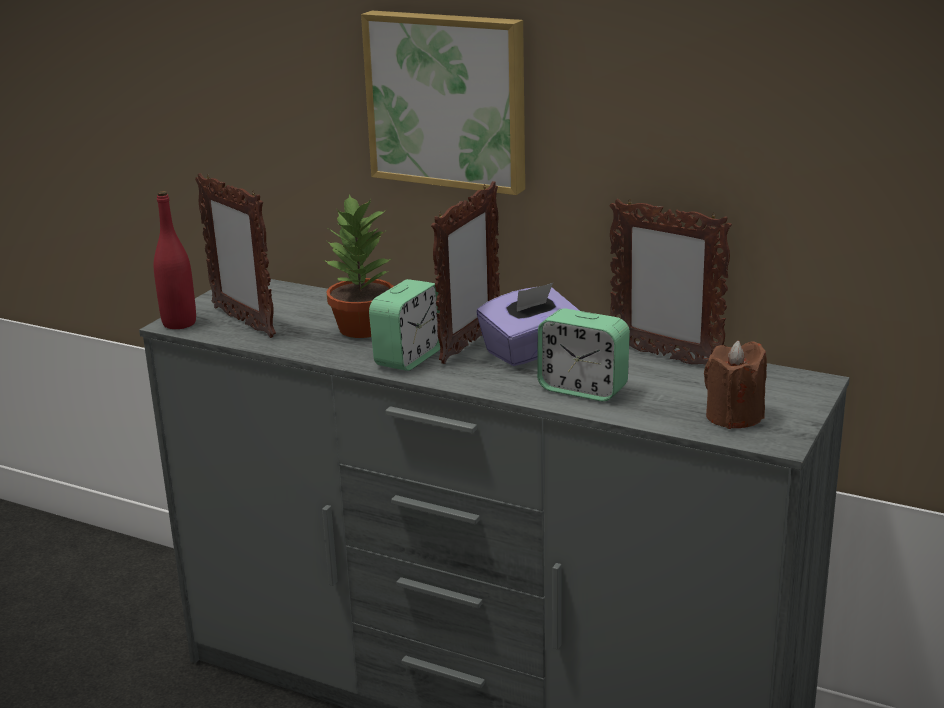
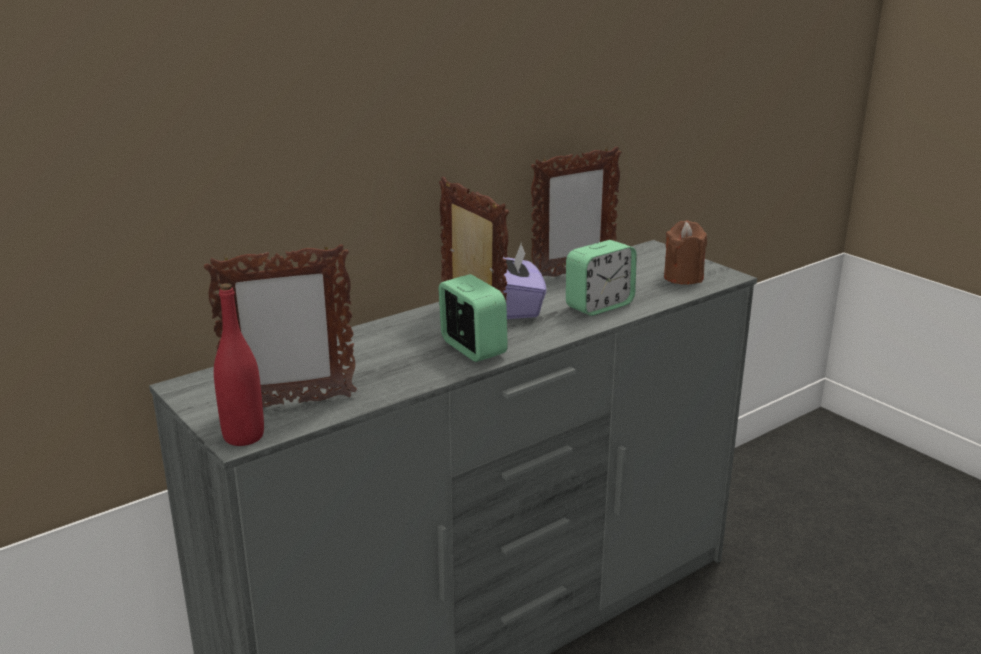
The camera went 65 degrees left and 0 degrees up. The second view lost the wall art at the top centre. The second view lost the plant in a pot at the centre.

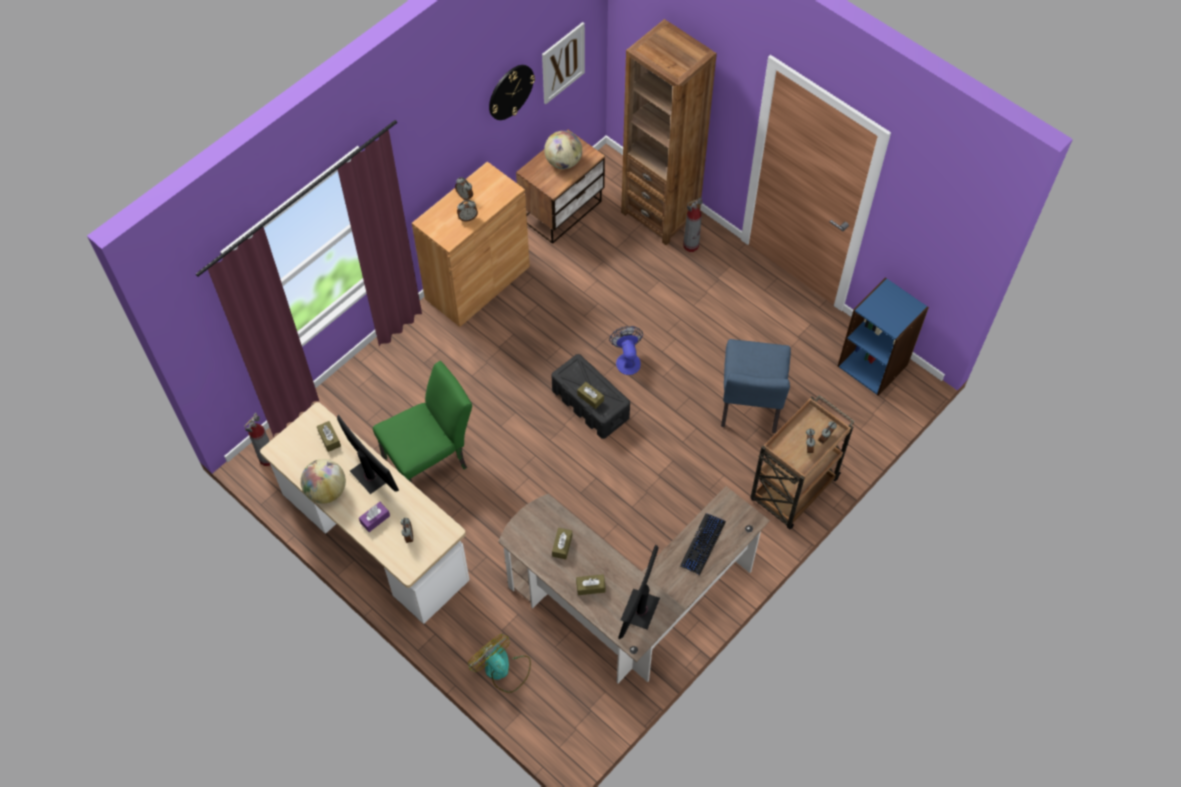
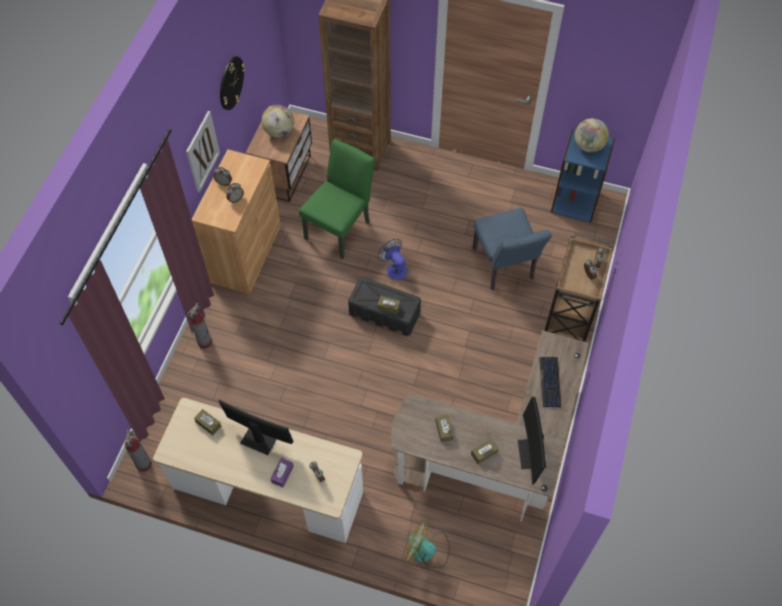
The camera went 25 degrees left and 0 degrees up. The wall art ended up elsewhere, having gone from the top centre to the top left. The extinguisher (no. 2 from left) ended up elsewhere, having gone from the top centre to the middle left. The upright chair in greenish ended up elsewhere, having gone from the centre to the top centre. The globe (no. 1 from left in the first image) ended up elsewhere, having gone from the middle left to the top right.

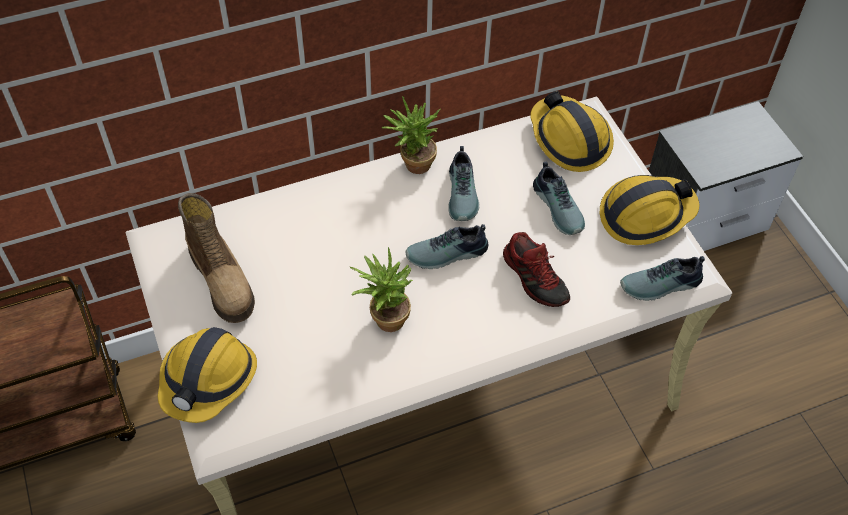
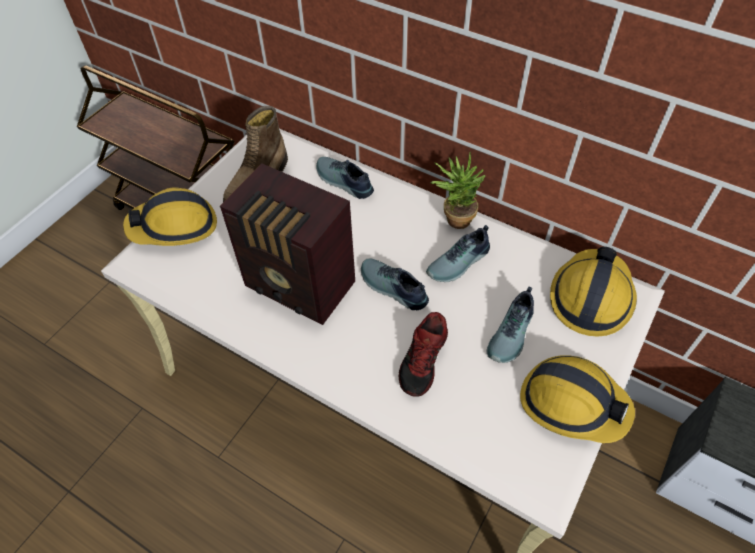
The camera went 55 degrees right and 0 degrees up. Where the plant in a pot (no. 1 from left) stood at the centre, the radio set came to stand at the centre. The item of footwear (no. 5 from left in the first image) ended up elsewhere, having gone from the middle right to the top centre.

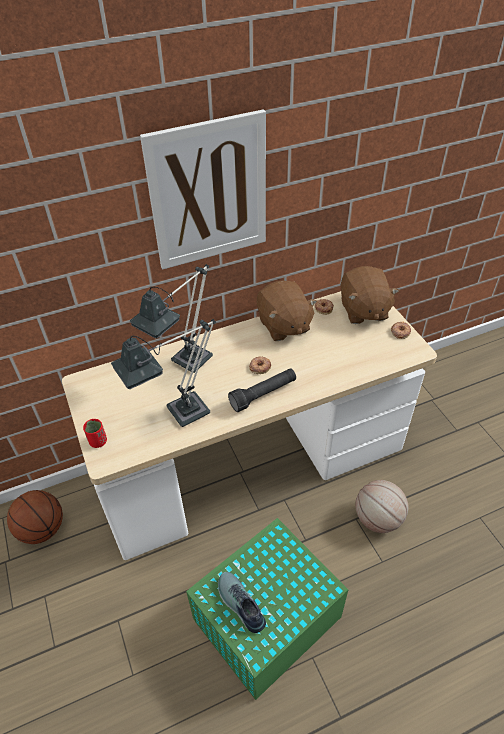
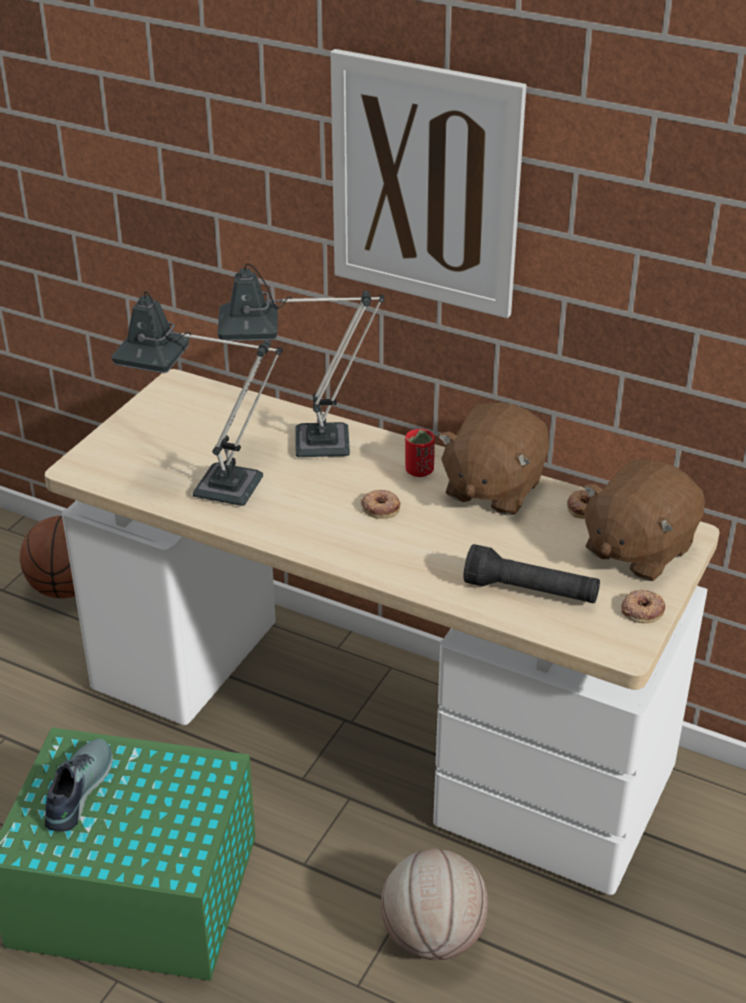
The camera went 50 degrees right and 10 degrees down. The torch in black-coloured ended up elsewhere, having gone from the centre to the middle right. The cup in red ended up elsewhere, having gone from the middle left to the centre.

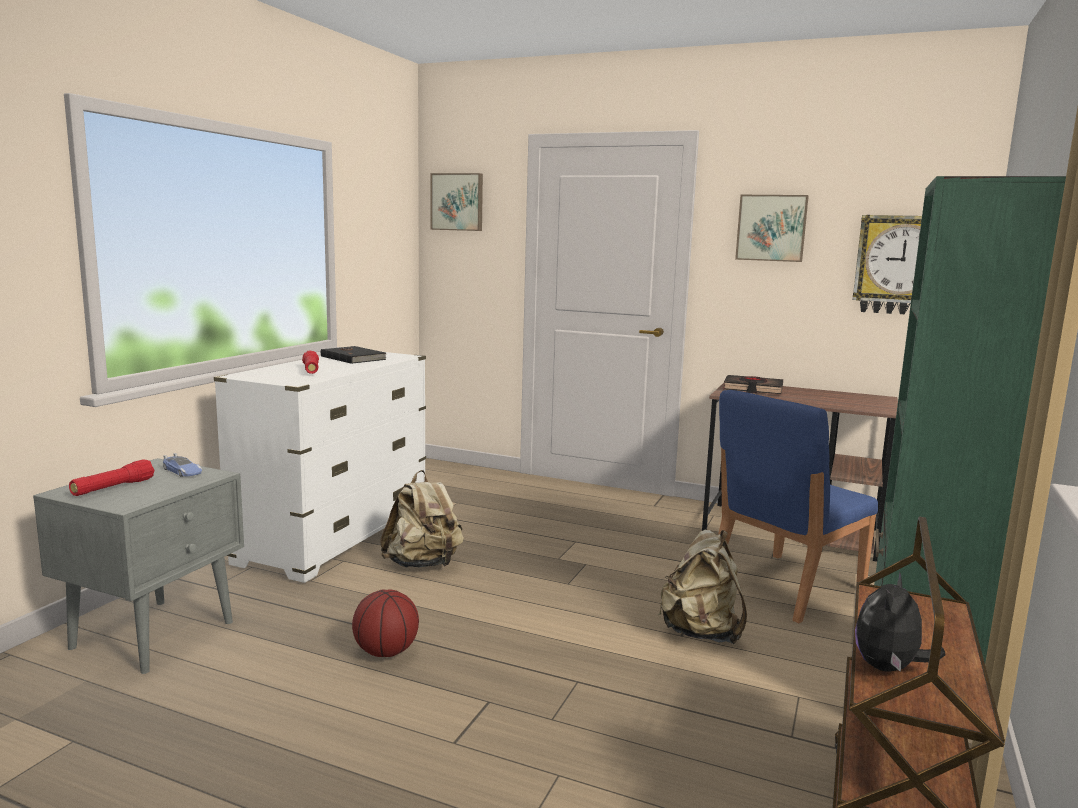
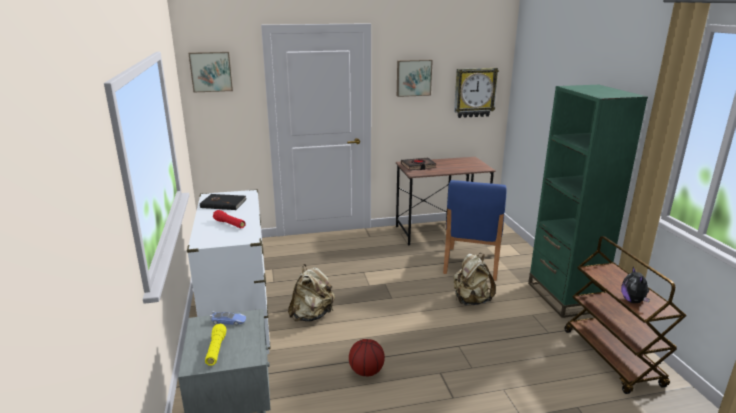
The camera went 35 degrees left and 10 degrees up. What was the torch in red (no. 1 from left) at the middle left turned into the torch in yellowish at the bottom left.

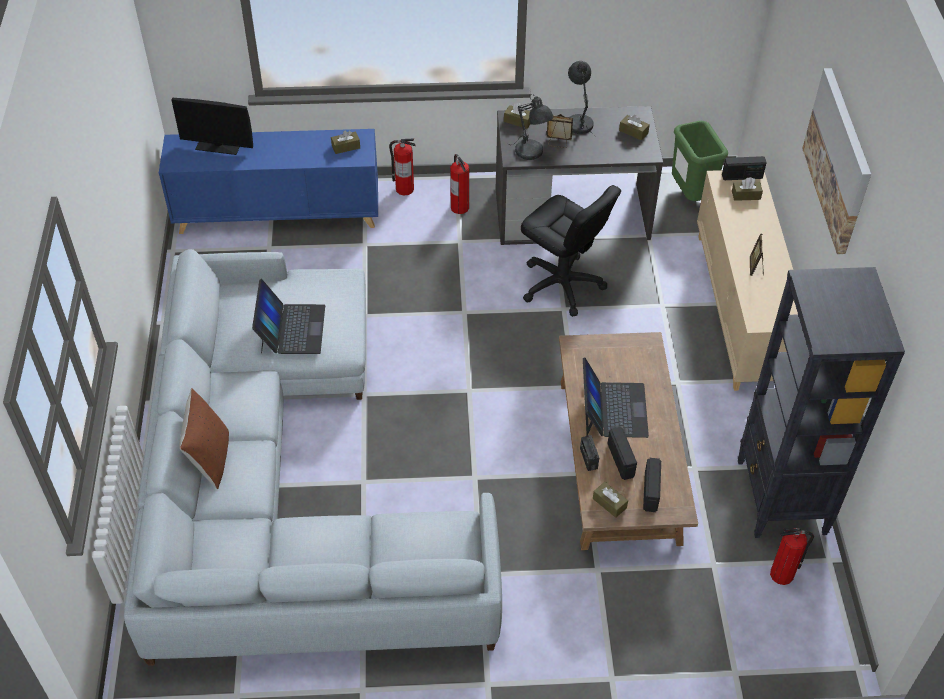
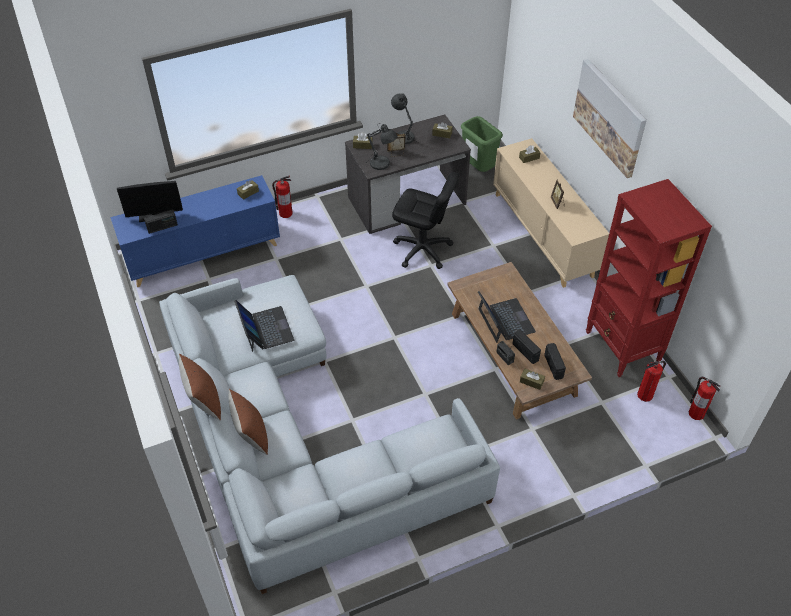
The camera went 20 degrees left and 0 degrees up. The extinguisher (no. 2 from left in the first image) ended up elsewhere, having gone from the top centre to the middle right. The radio set (no. 4 from left in the first image) ended up elsewhere, having gone from the top right to the middle left. What was the bookshelf in black-coloured at the middle right turned into the bookshelf in red at the middle right. The second view gained the throw pillow in brownish (no. 1 from left) at the middle left.

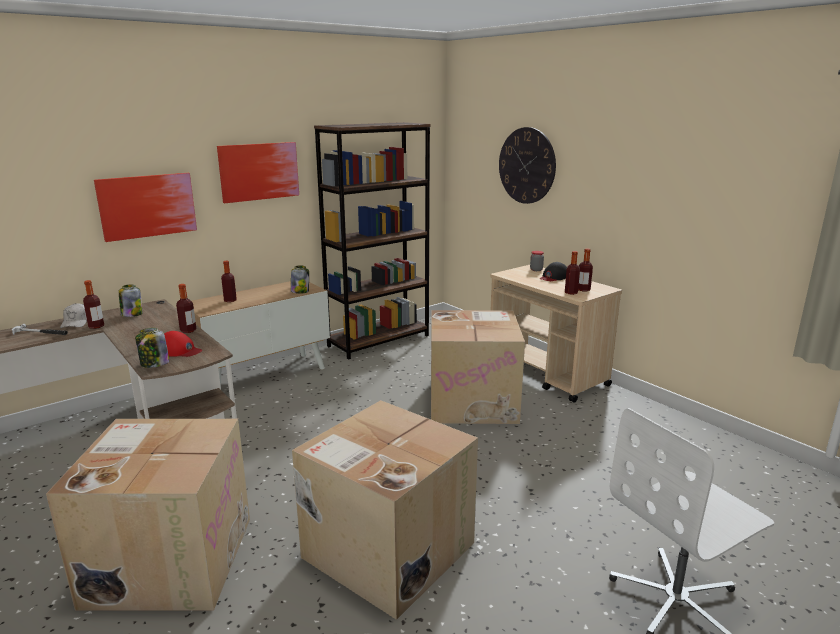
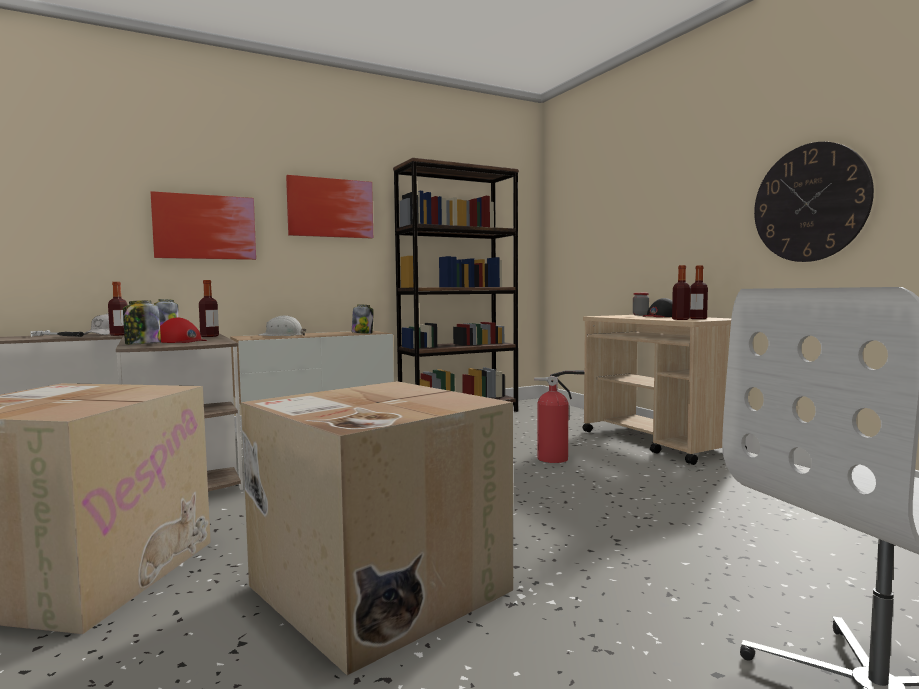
The camera went 10 degrees right and 15 degrees down. The wall clock ended up elsewhere, having gone from the top centre to the top right. Where the bottle (no. 3 from left) stood at the middle left, the hard hat in whitish came to stand at the middle left. Where the packing box (no. 3 from left) stood at the centre, the extinguisher came to stand at the centre.

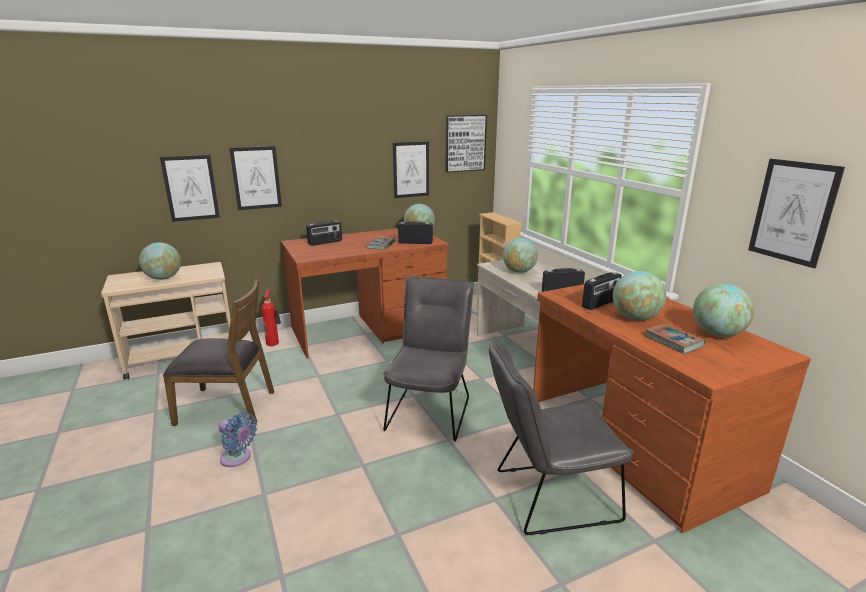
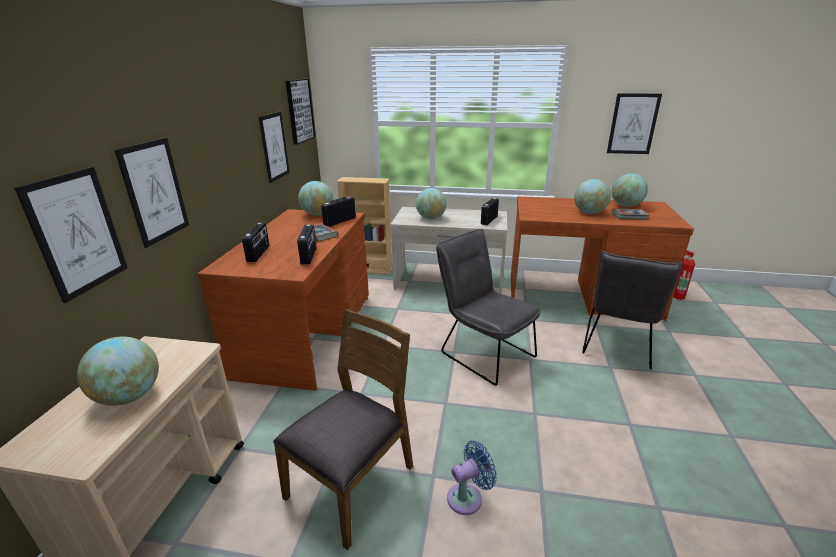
The camera went 55 degrees left and 5 degrees up. The radio set (no. 4 from left in the first image) ended up elsewhere, having gone from the middle right to the centre. The extinguisher ended up elsewhere, having gone from the middle left to the middle right.

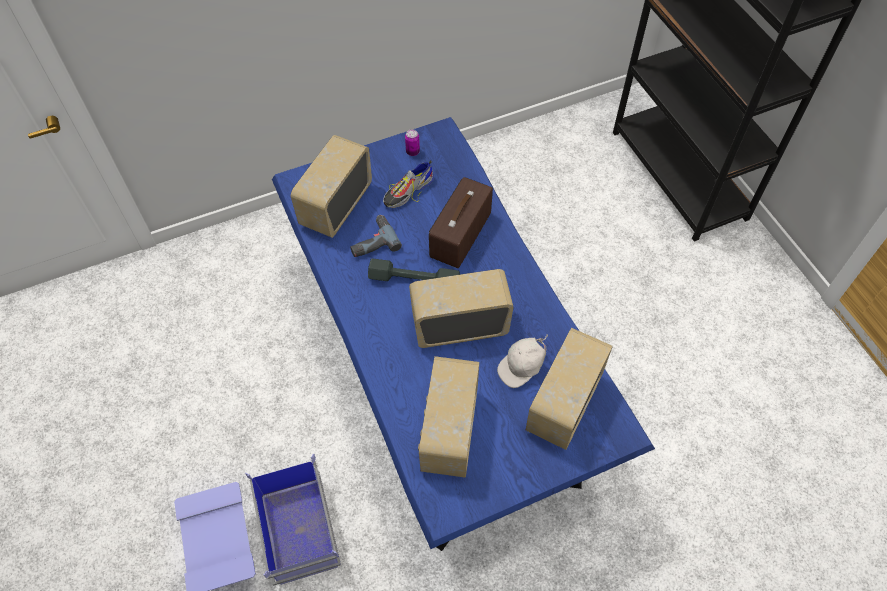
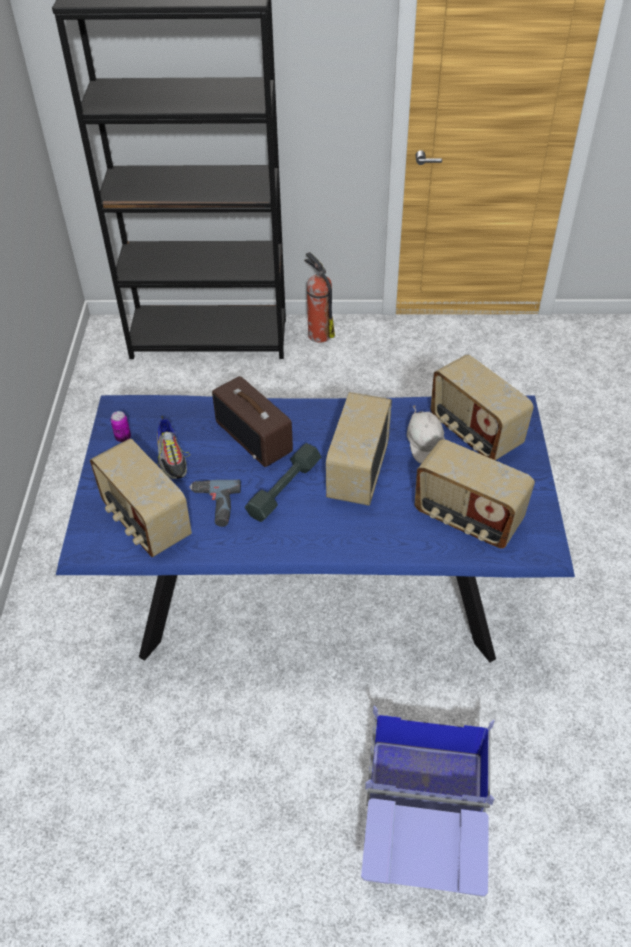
The camera went 65 degrees left and 10 degrees down. The second view gained the extinguisher at the top centre.

